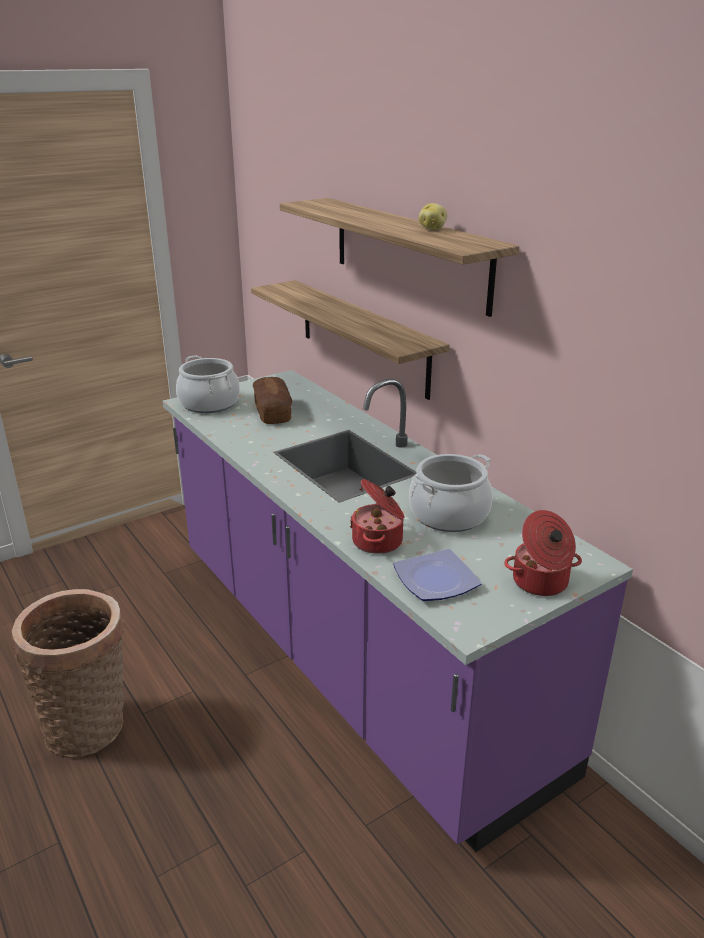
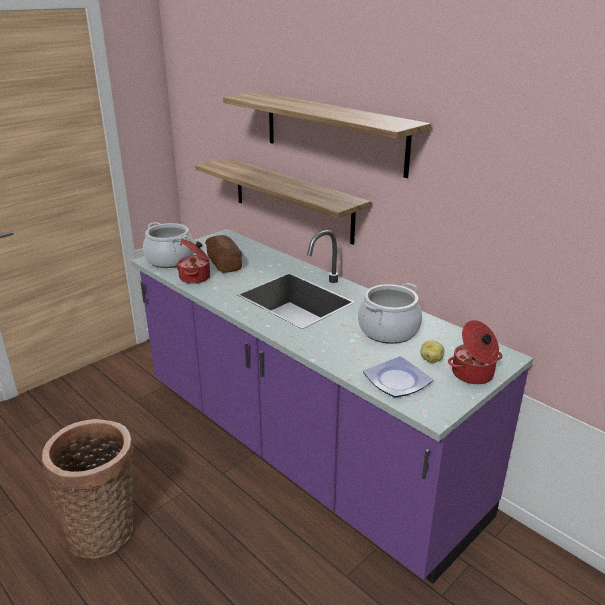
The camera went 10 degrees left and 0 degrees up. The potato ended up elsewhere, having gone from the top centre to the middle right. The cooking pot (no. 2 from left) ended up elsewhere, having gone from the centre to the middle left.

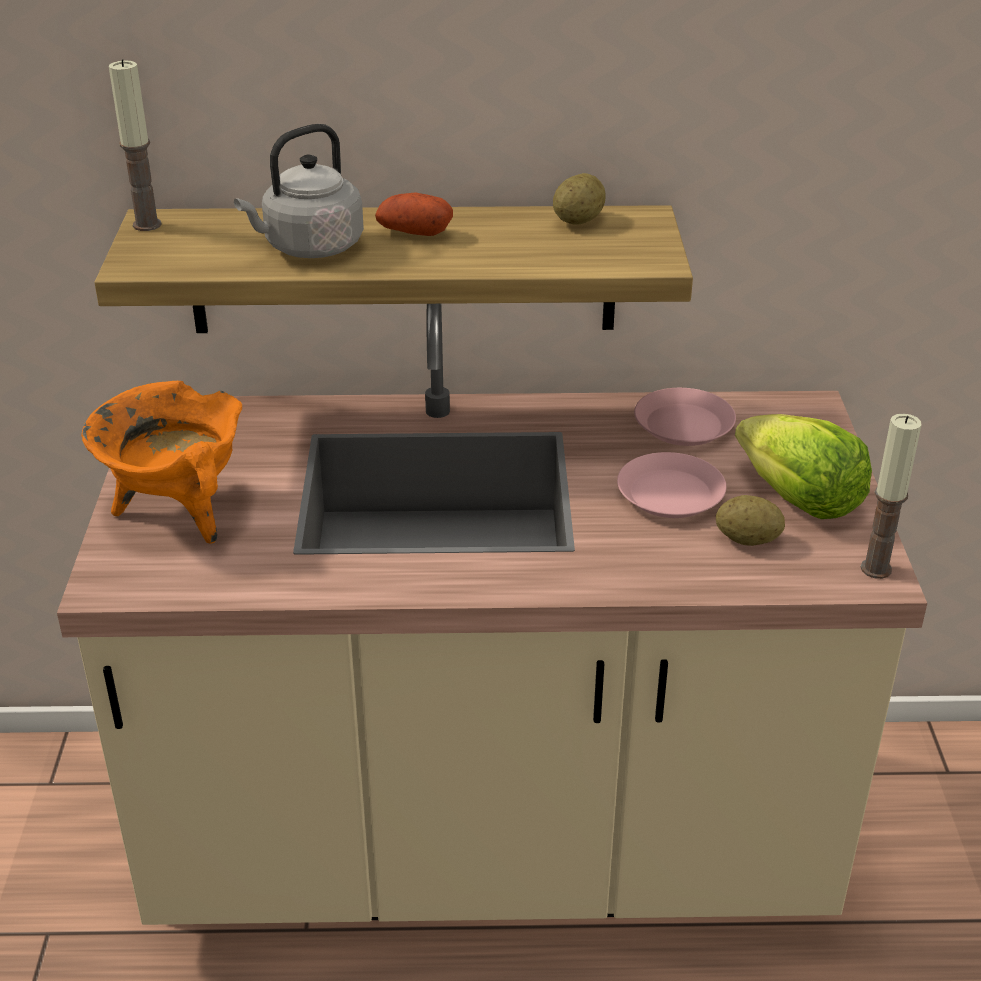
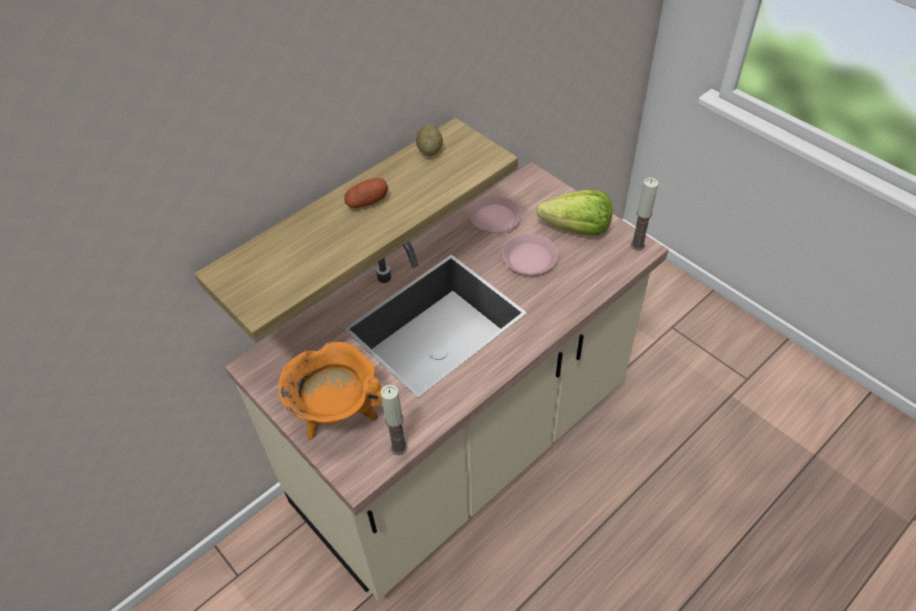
The camera went 40 degrees left and 15 degrees up. The wax candle (no. 1 from left) ended up elsewhere, having gone from the top left to the bottom centre. The second view lost the tea kettle in gray at the top left. The second view lost the potato (no. 3 from left) at the middle right.

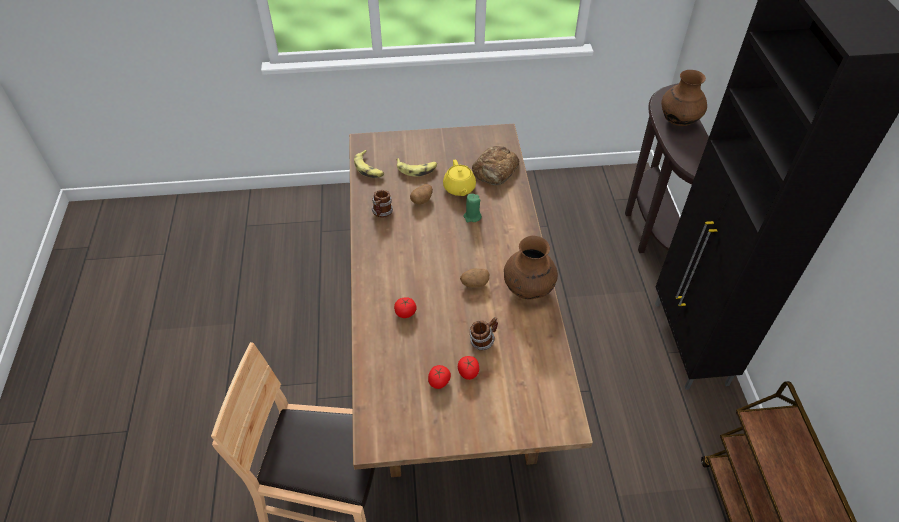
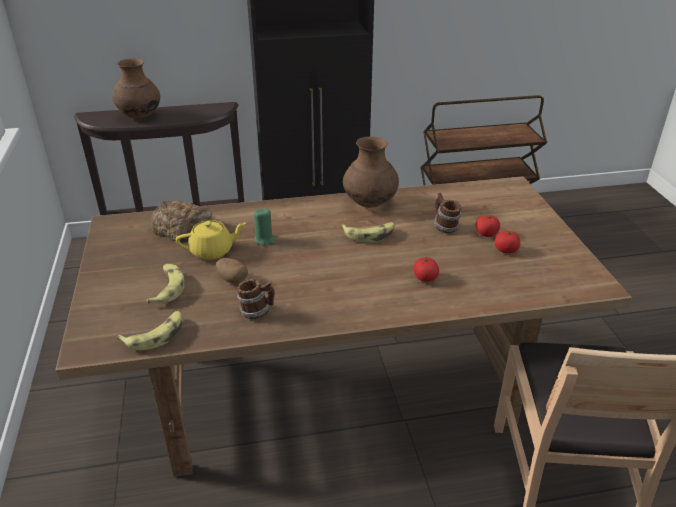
The camera went 95 degrees left and 15 degrees down. Where the potato (no. 2 from left) stood at the centre, the whole banana (no. 3 from left) came to stand at the centre.

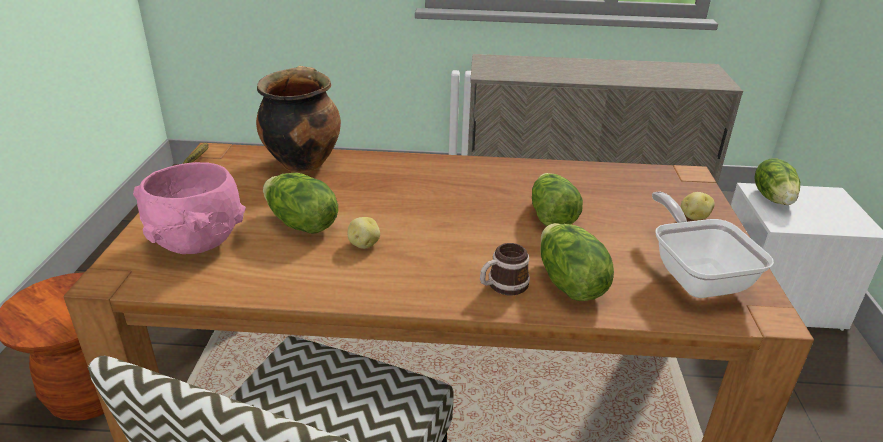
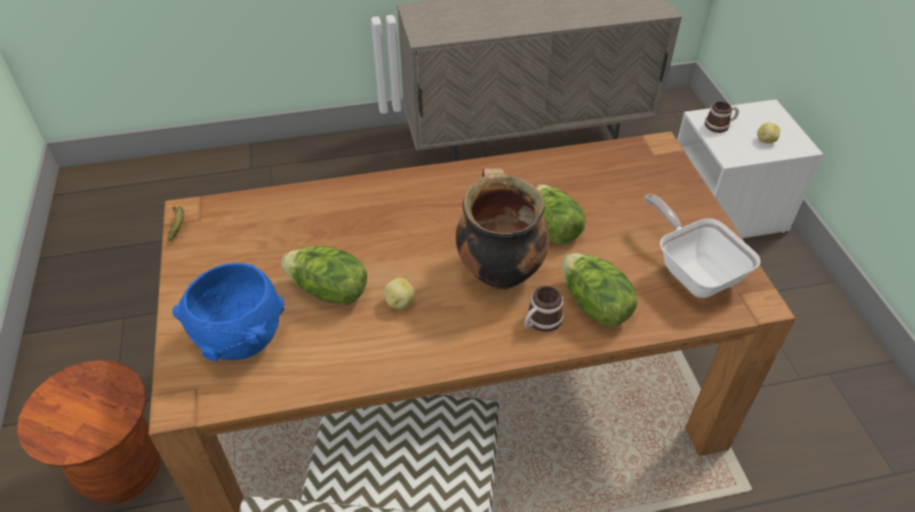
The camera went 15 degrees left and 15 degrees up. The cooking pot ended up elsewhere, having gone from the top centre to the centre. Where the lettuce head (no. 4 from left) stood at the middle right, the coffee mug (no. 2 from left) came to stand at the top right. What was the deep dish in pink at the middle left turned into the deep dish in blue at the middle left. The potato (no. 2 from left) ended up elsewhere, having gone from the middle right to the top right.

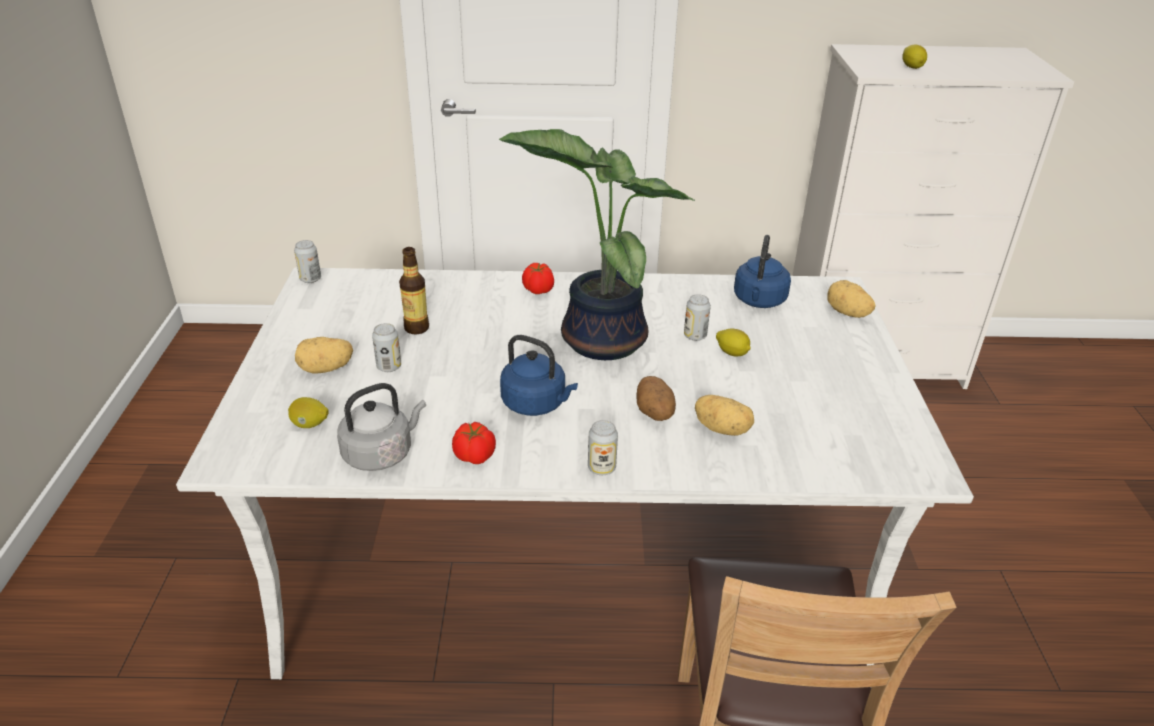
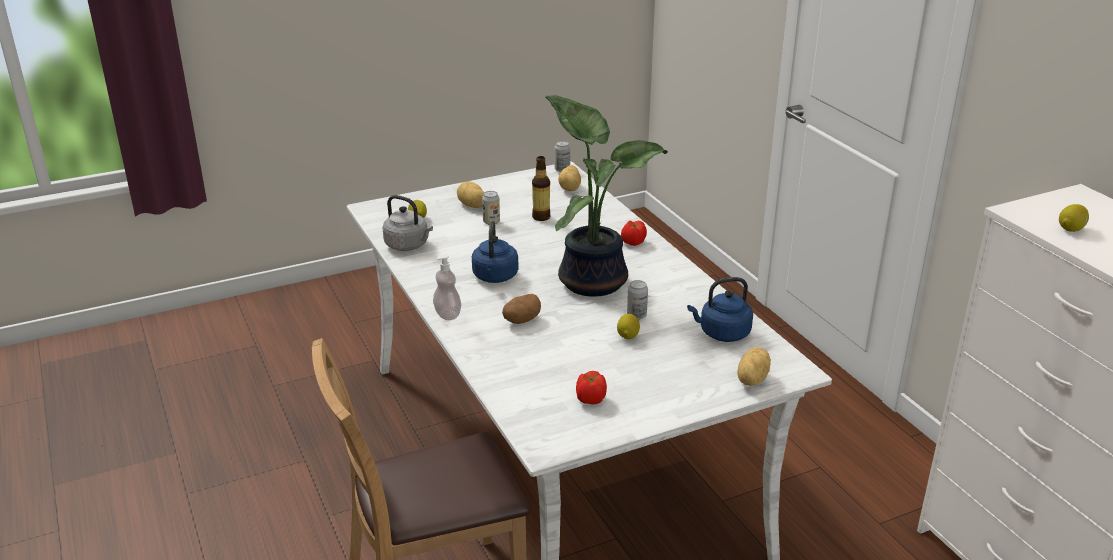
The camera went 65 degrees right and 5 degrees down. The potato (no. 3 from left) ended up elsewhere, having gone from the centre to the top centre. Where the sealed can (no. 3 from left) stood at the centre, the liquid soap bottle came to stand at the centre. The tomato (no. 1 from left) ended up elsewhere, having gone from the centre to the bottom centre.

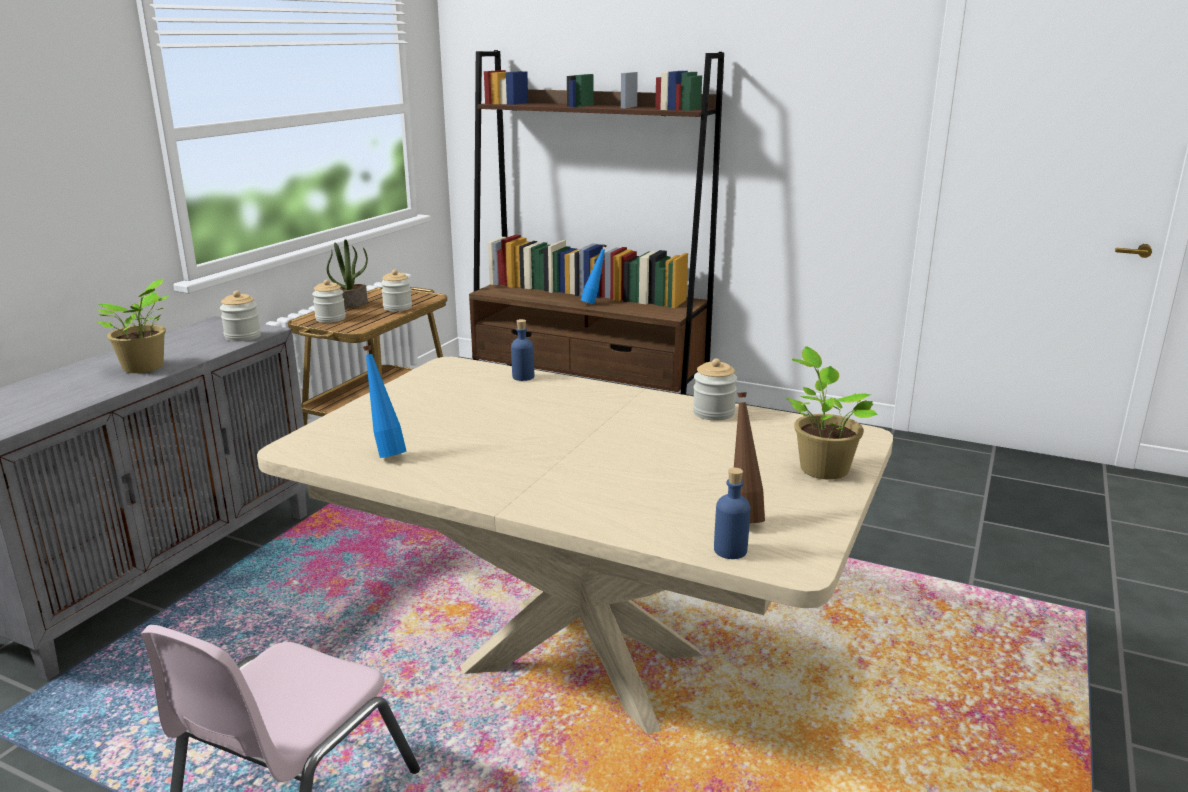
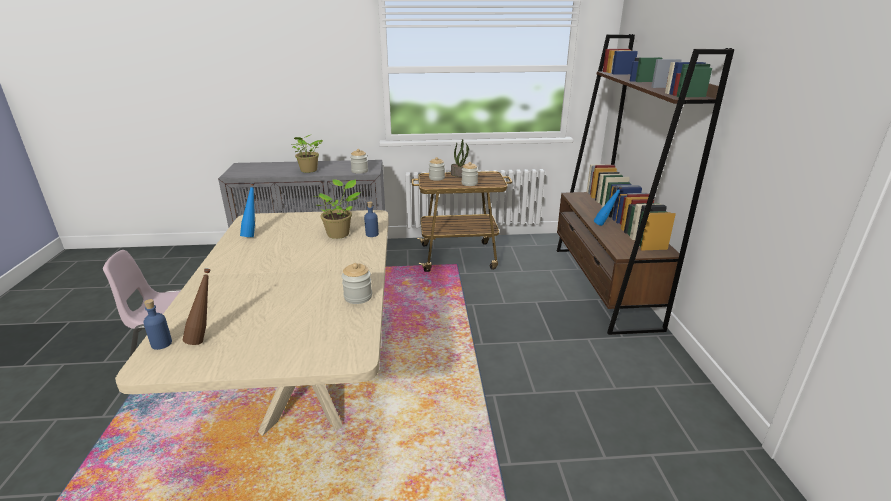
The camera went 60 degrees right and 5 degrees up. The plant in a pot (no. 3 from left in the first image) ended up elsewhere, having gone from the middle right to the centre.

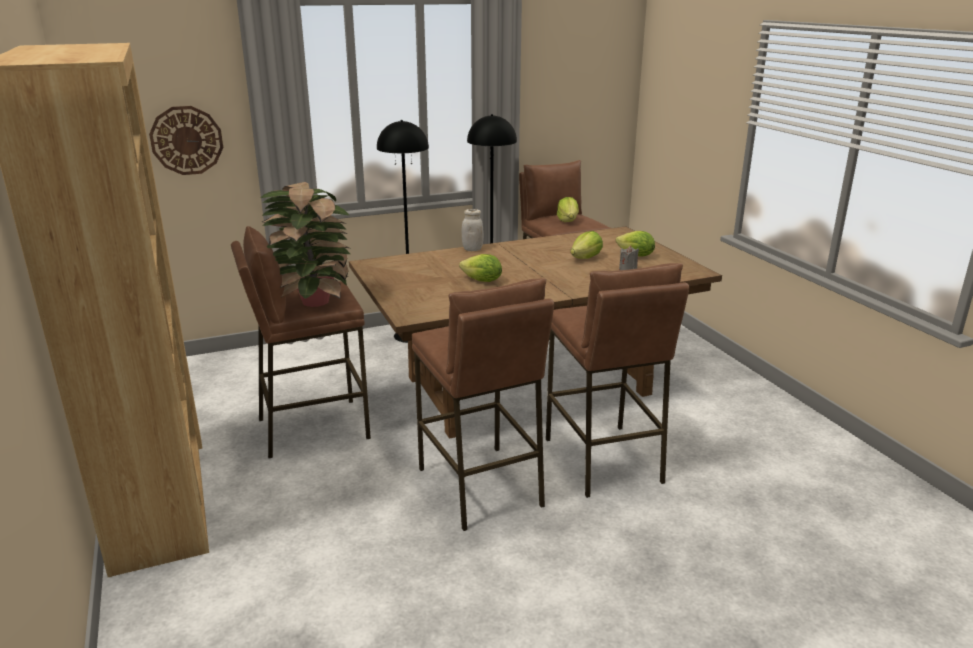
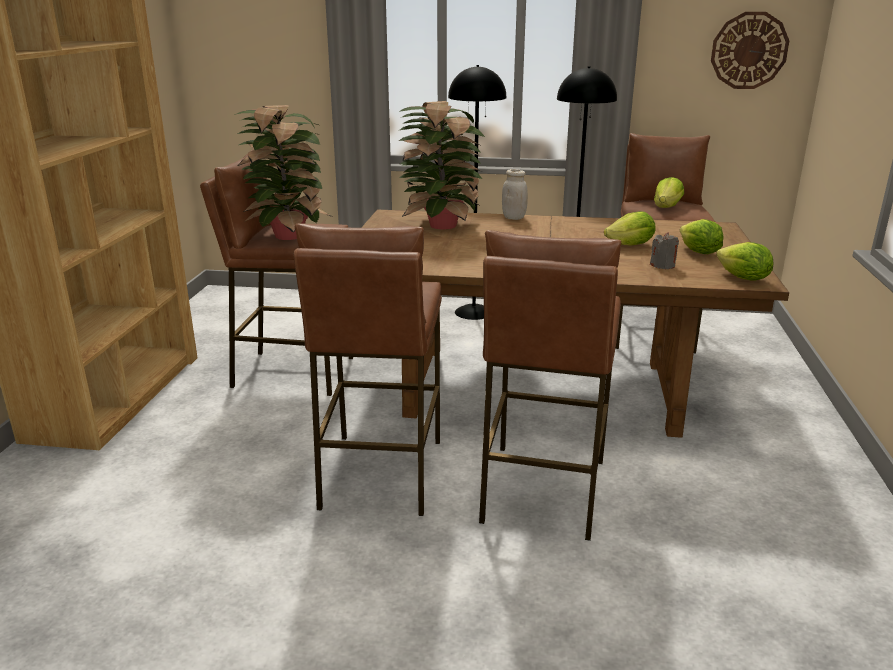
The camera went 30 degrees right and 0 degrees up. The wall clock ended up elsewhere, having gone from the top left to the top right. The lettuce head (no. 1 from left in the first image) ended up elsewhere, having gone from the centre to the middle right. The second view gained the plant in a pot (no. 2 from left) at the top centre.

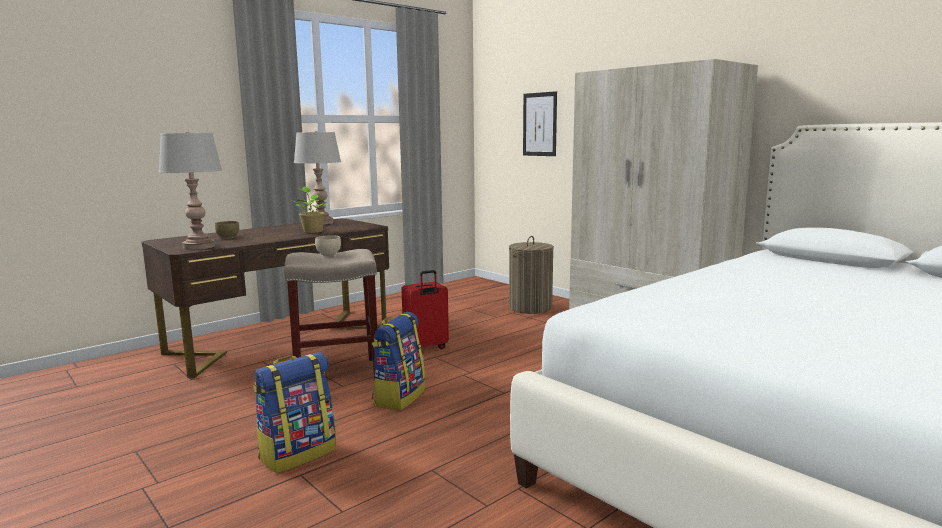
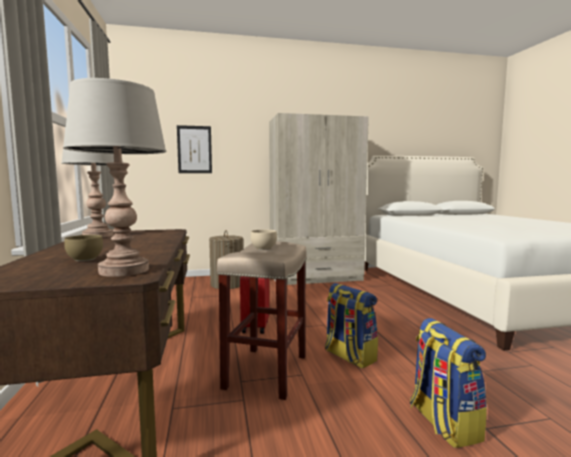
The camera went 60 degrees left and 5 degrees down. The second view lost the plant in a pot at the middle left.

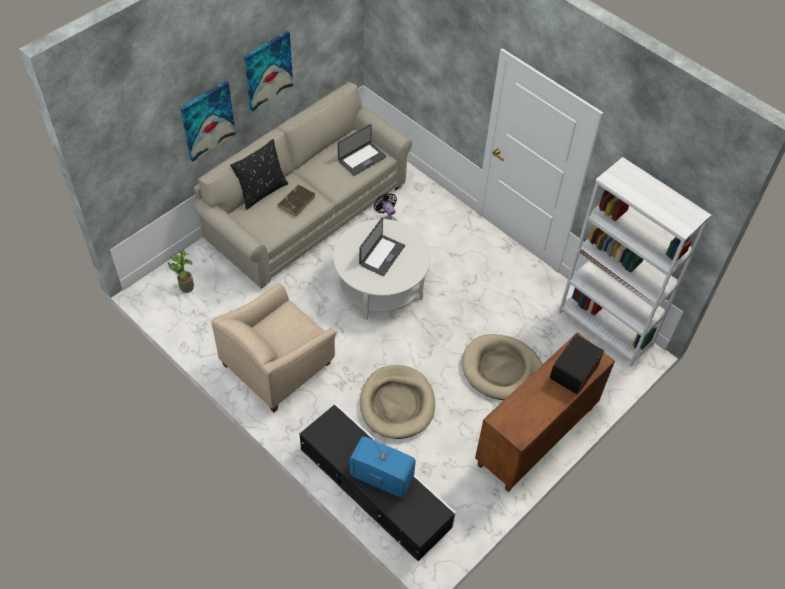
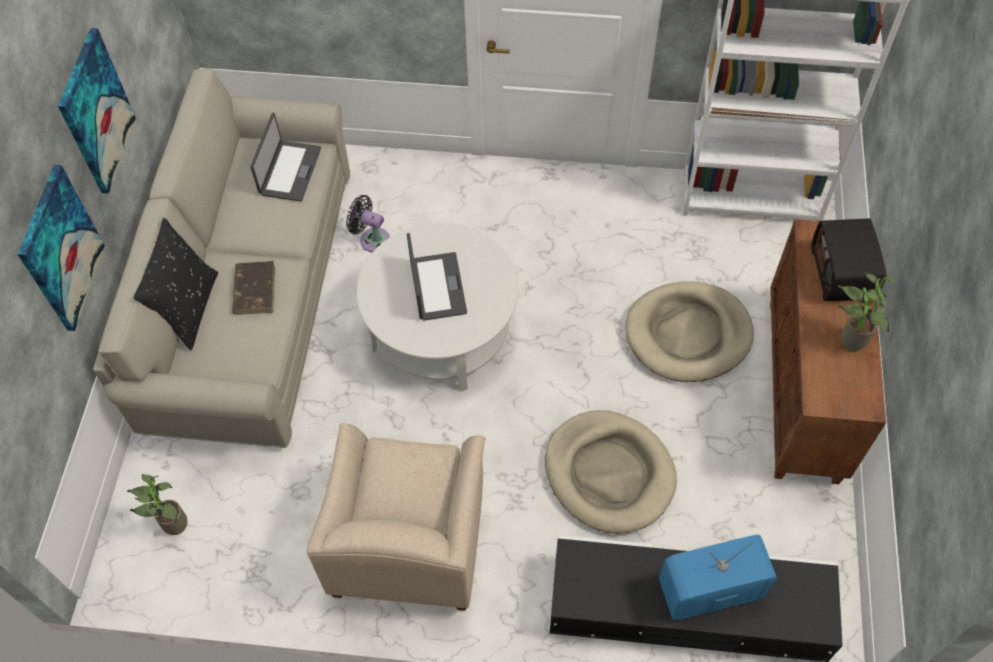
The camera went 35 degrees left and 5 degrees up. The second view gained the plant in a pot (no. 2 from left) at the middle right.

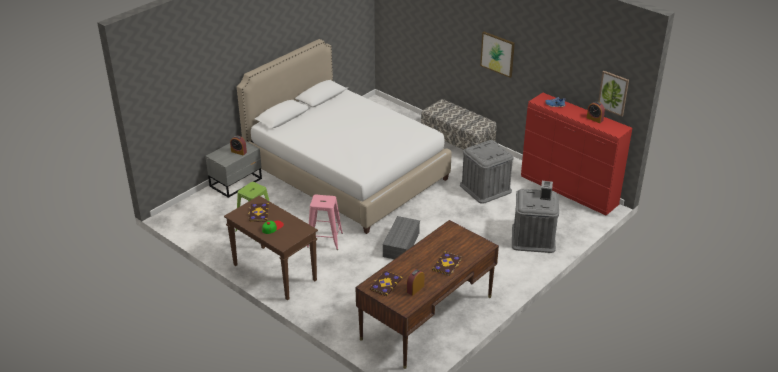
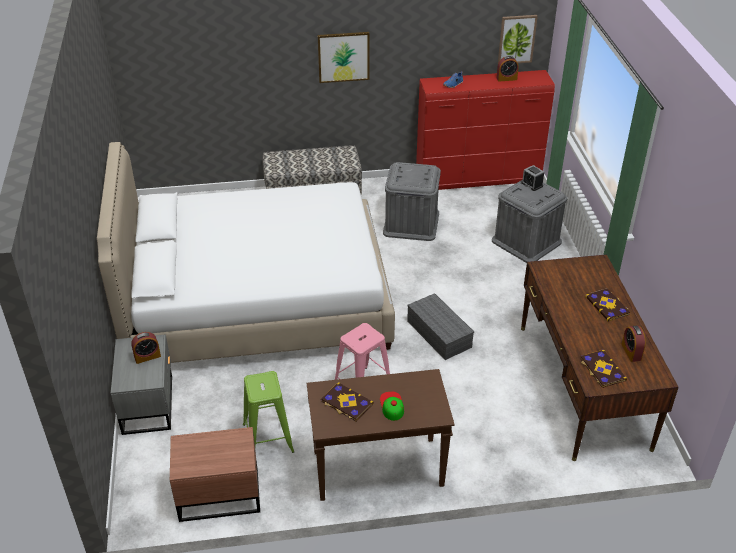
The camera went 50 degrees left and 5 degrees up. The second view gained the nightstand in brownish at the bottom left.

